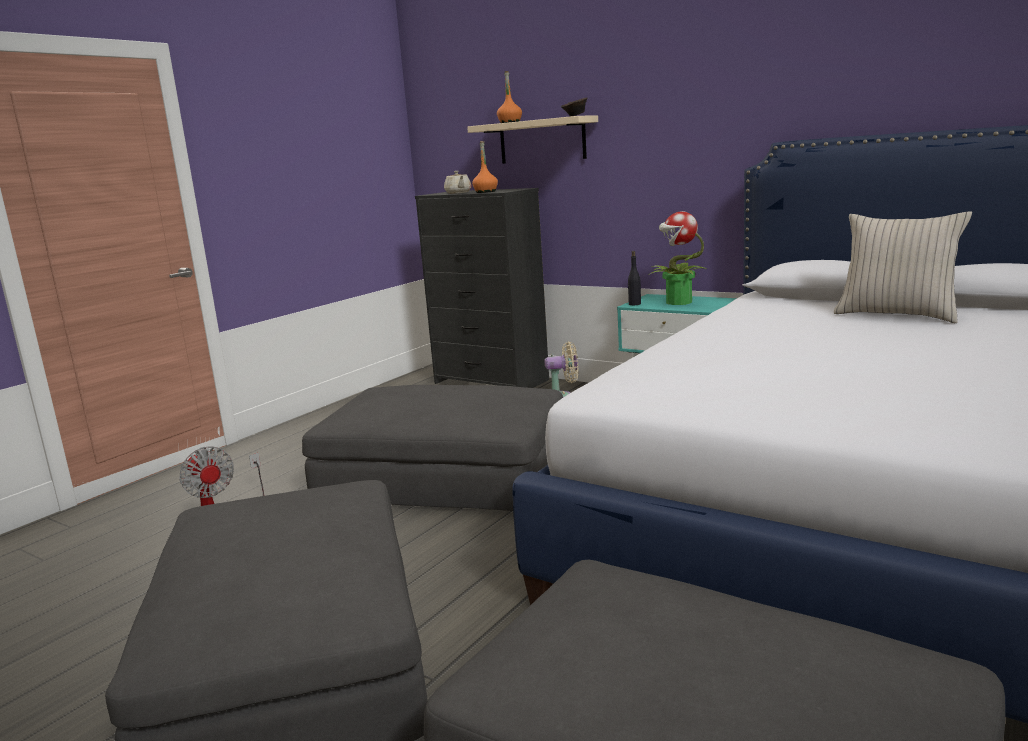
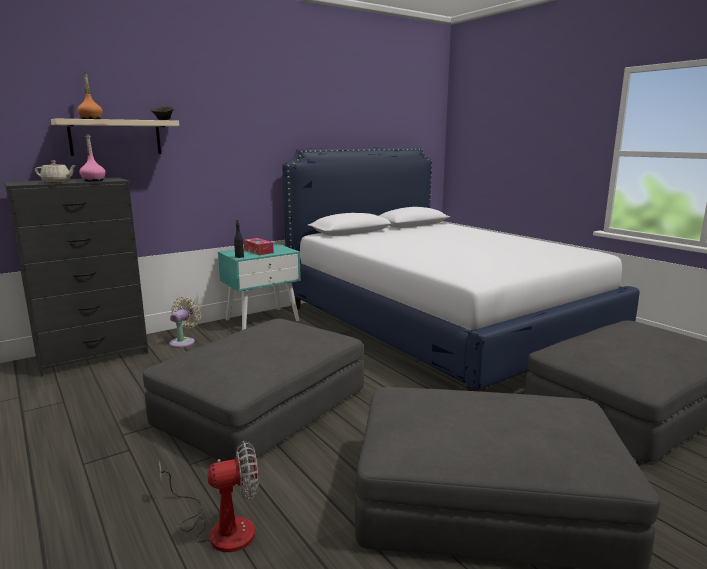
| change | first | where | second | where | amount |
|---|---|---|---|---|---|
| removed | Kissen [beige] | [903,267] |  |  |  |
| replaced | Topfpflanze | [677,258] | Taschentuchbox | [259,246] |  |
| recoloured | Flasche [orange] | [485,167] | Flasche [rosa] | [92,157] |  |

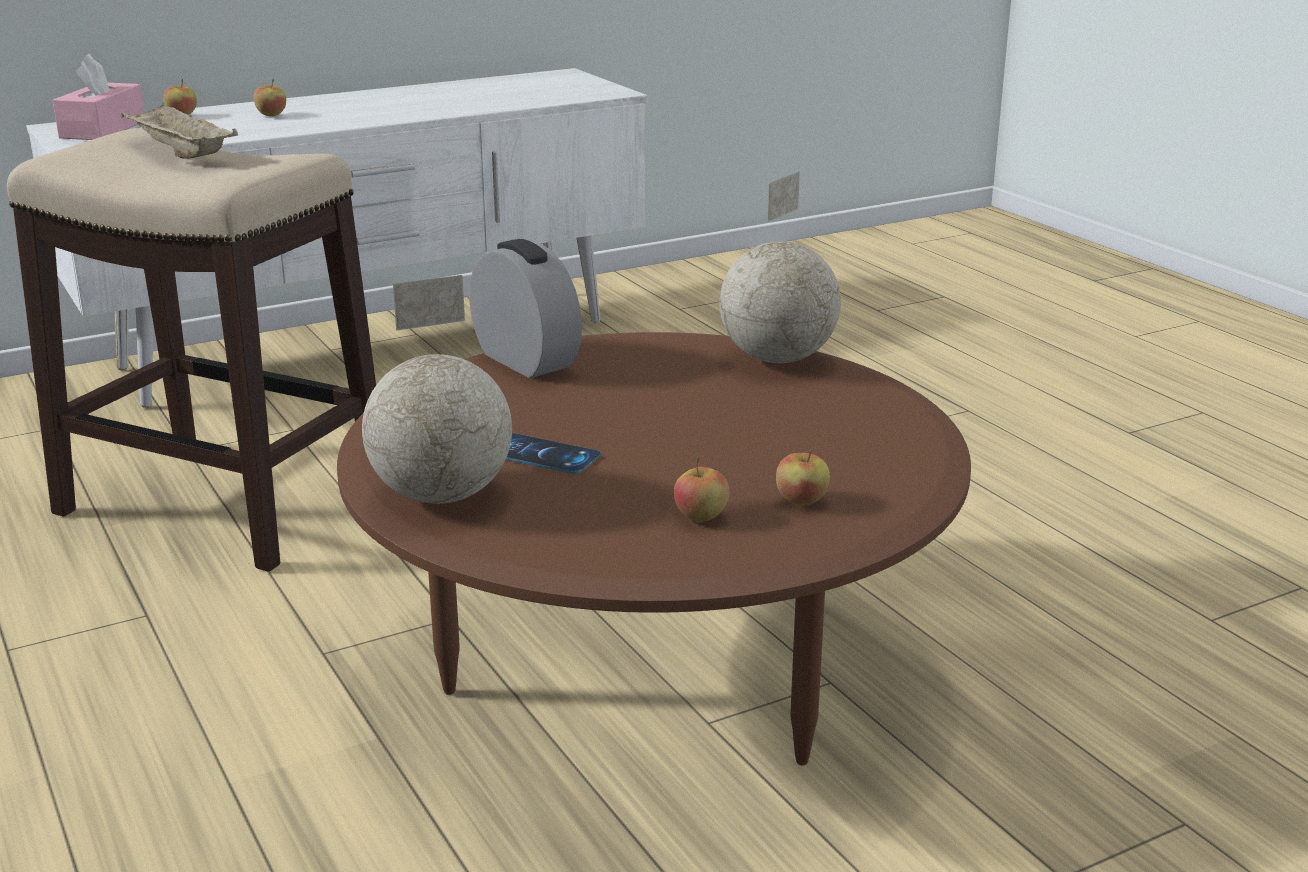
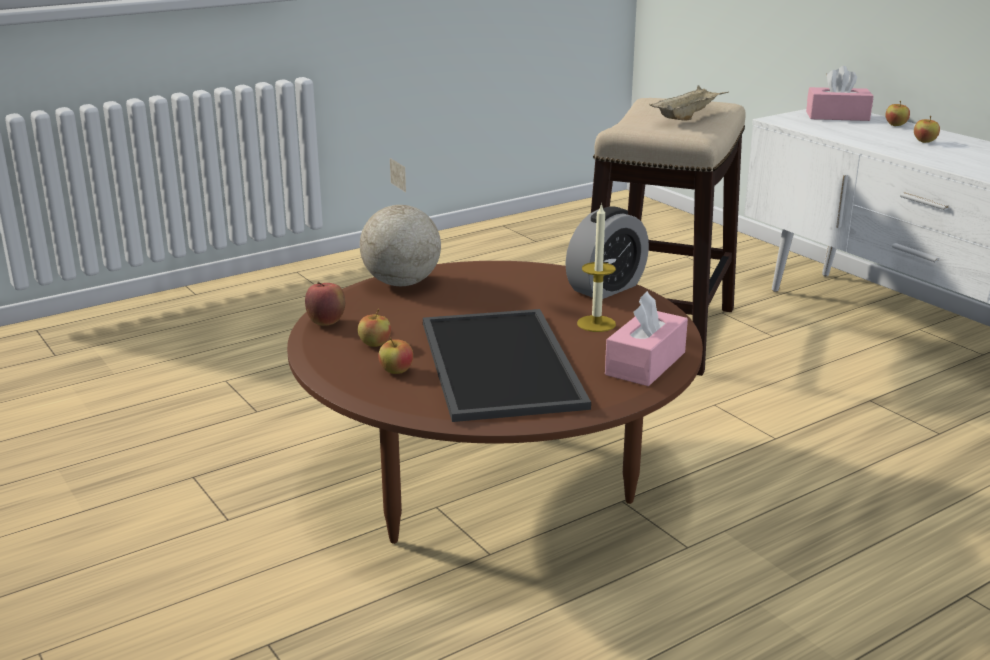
| change | first | where | second | where | amount |
|---|---|---|---|---|---|
| removed | Handy | [553,453] |  |  |  |
| added |  |  | Apfel | [325,303] |  |
| added |  |  | Tablett | [507,365] |  |
| added |  |  | Kerze | [596,267] |  |
| replaced | Globus | [780,267] | Taschentuchbox [rosa] | [646,338] |  |

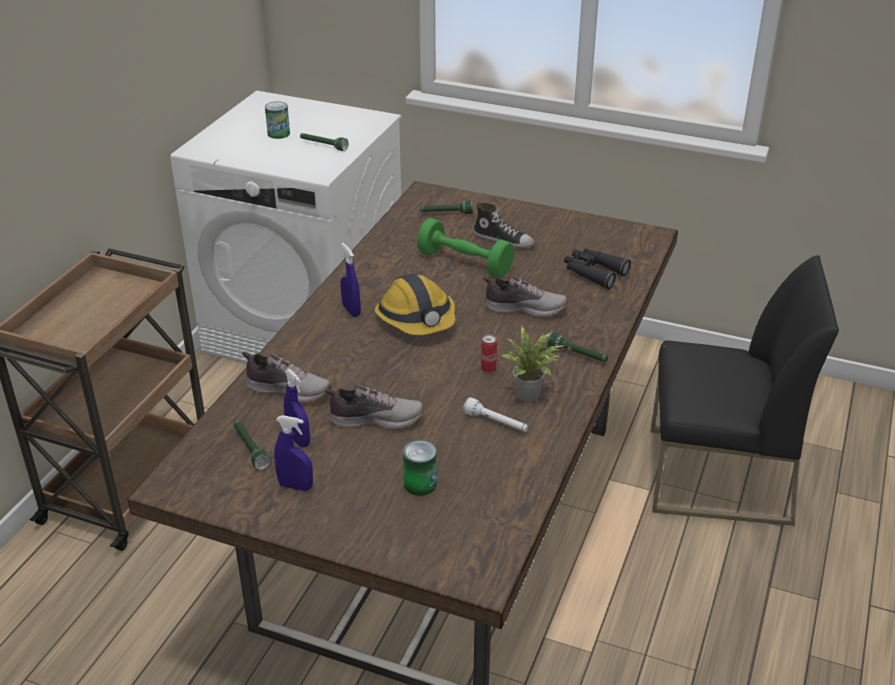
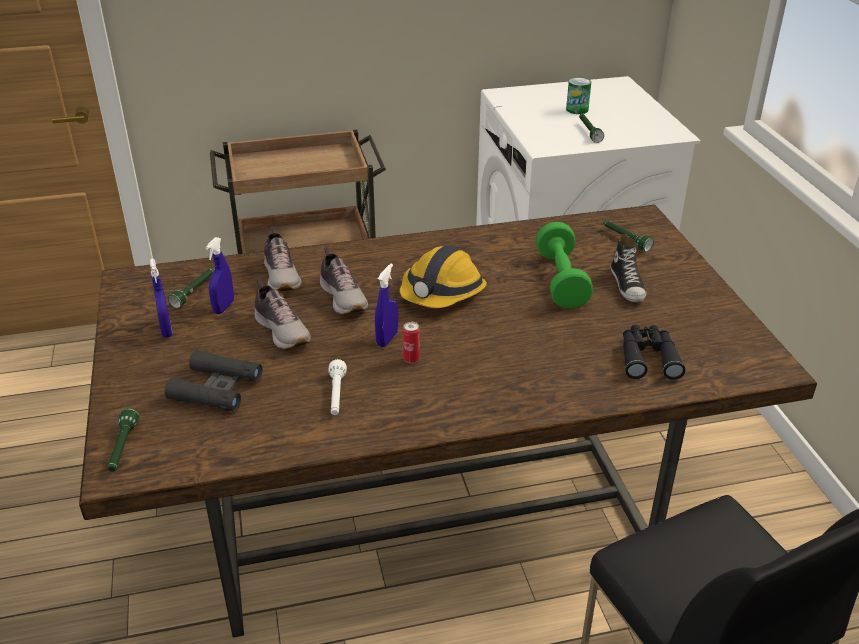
| change | first | where | second | where | amount |
|---|---|---|---|---|---|
| removed | Topfpflanze | [534,364] |  |  |  |
| moved | Sprühflasche [blau] | [351,280] |  | [386,305] |  |
| moved | Schuh | [525,297] |  | [344,280] |  |
| moved | Taschenlampe [grün] | [577,347] |  | [123,440] |  |
| replaced | Dose | [420,468] | Fernglas [schwarz] | [214,381] |  |

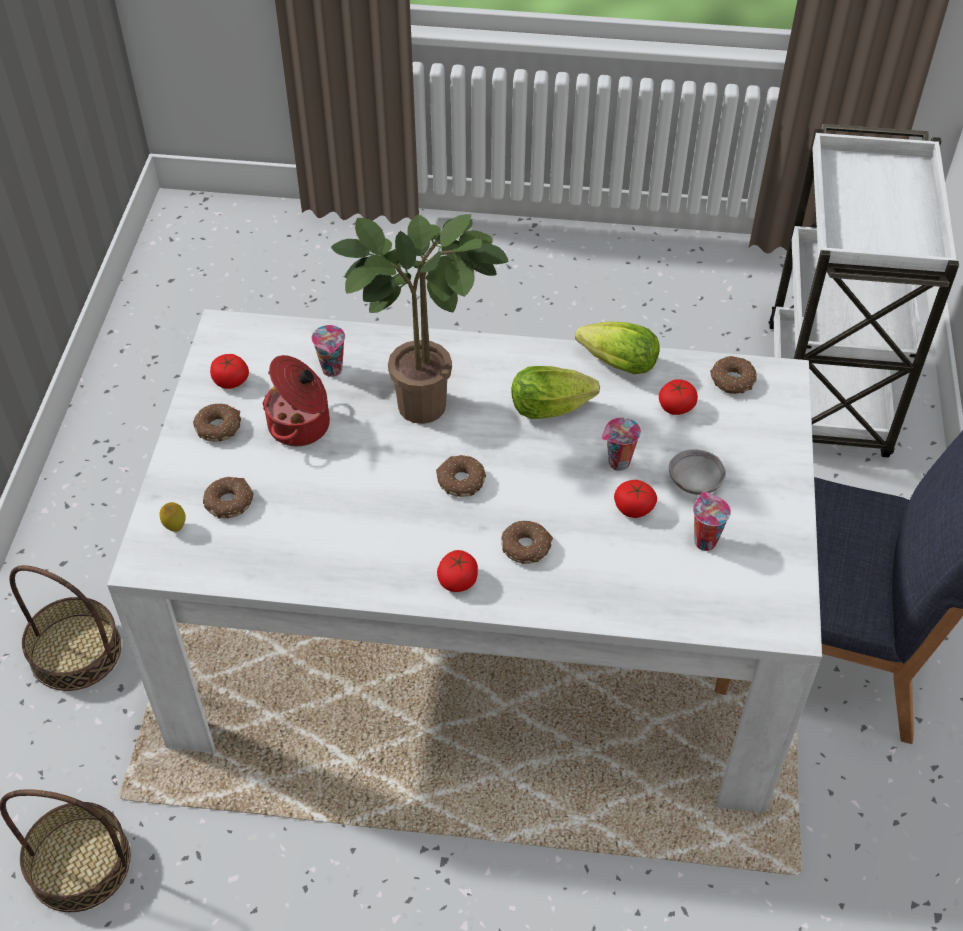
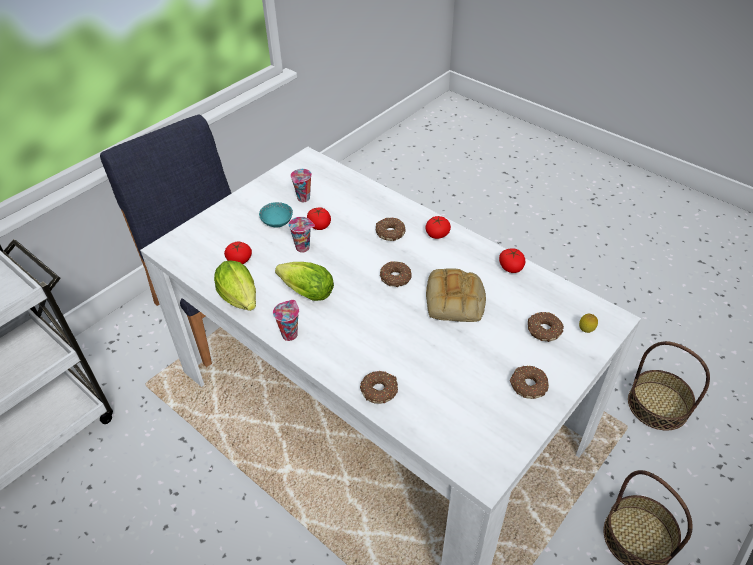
| change | first | where | second | where | amount |
|---|---|---|---|---|---|
| removed | Kochtopf | [296,400] |  |  |  |
| removed | Topfpflanze | [420,319] |  |  |  |
| added |  |  | Brot | [456,295] |  |
| moved | Tomate | [229,371] |  | [512,260] |  |
| moved | Tasse | [328,351] |  | [286,320] |  |
| moved | Donut | [733,375] |  | [379,387] |  |
| recoloured | Schüssel [grau] | [697,472] | Schüssel [türkis] | [276,215] |  |

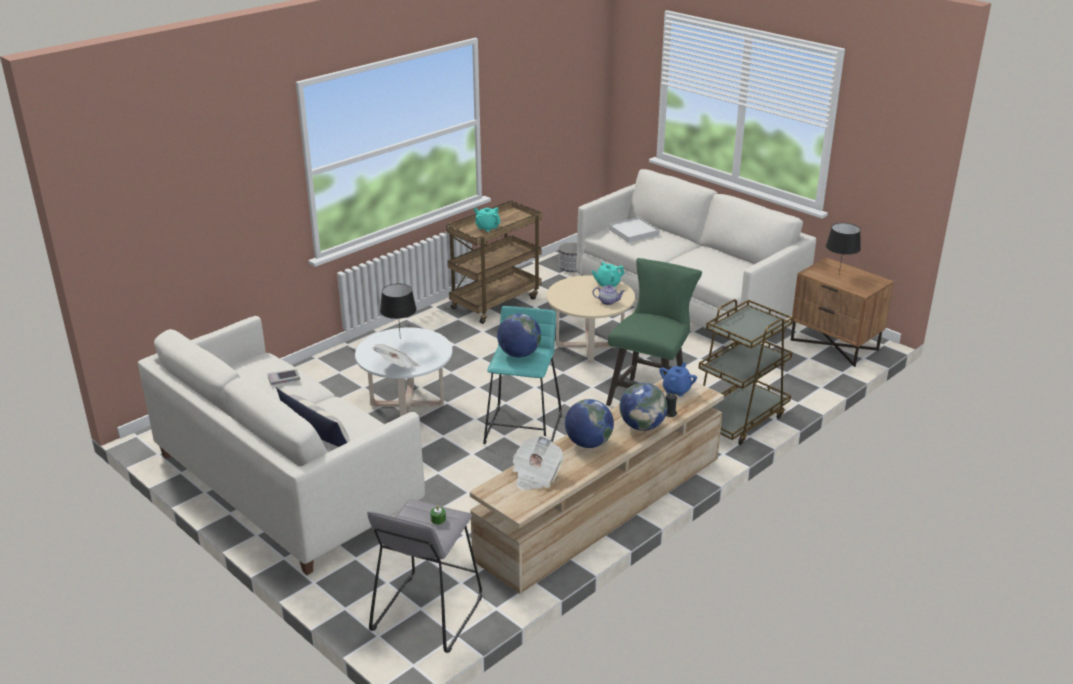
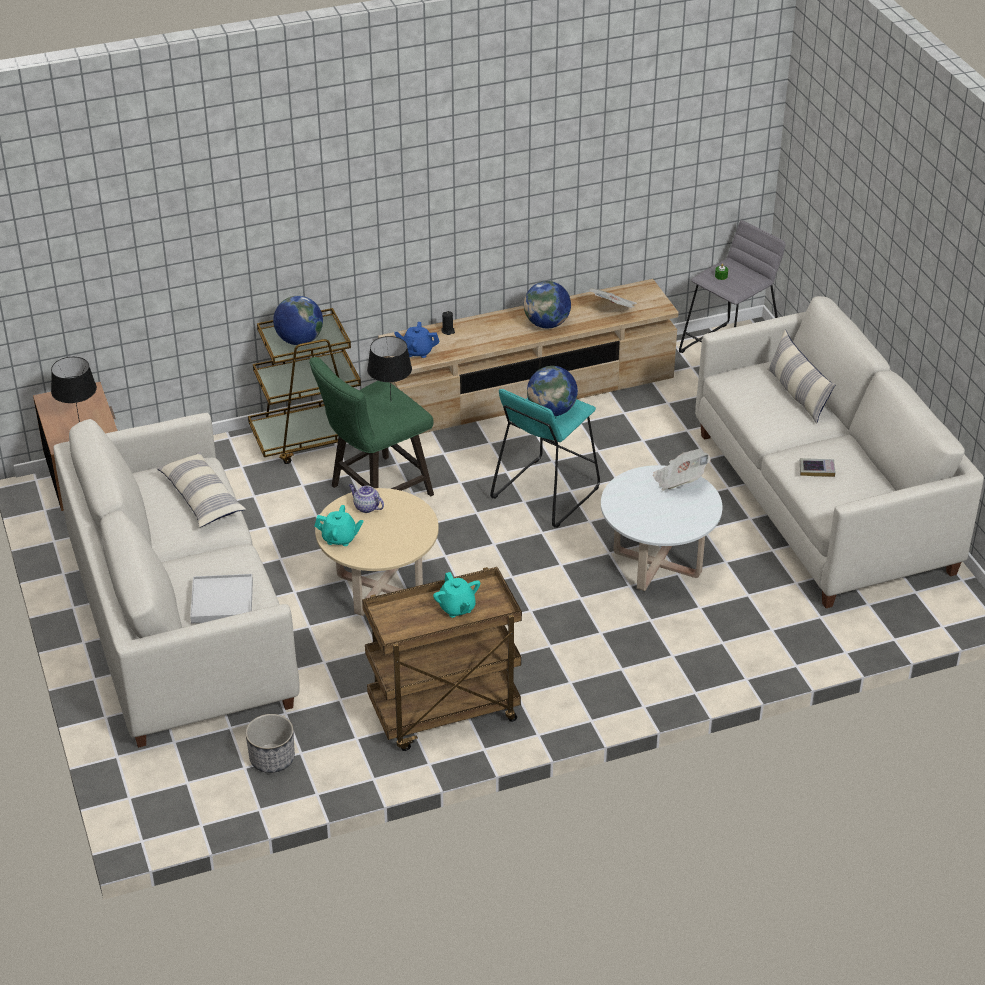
| change | first | where | second | where | amount |
|---|---|---|---|---|---|
| added |  |  | Kissen | [201,489] |  |
| moved | Tischlampe [schwarz] | [398,311] |  | [389,366] |  |
| moved | Globus | [643,407] |  | [298,320] |  |
| turned | Teekanne [blau] | [678,379] |  | [416,340] | 45 degrees clockwise |

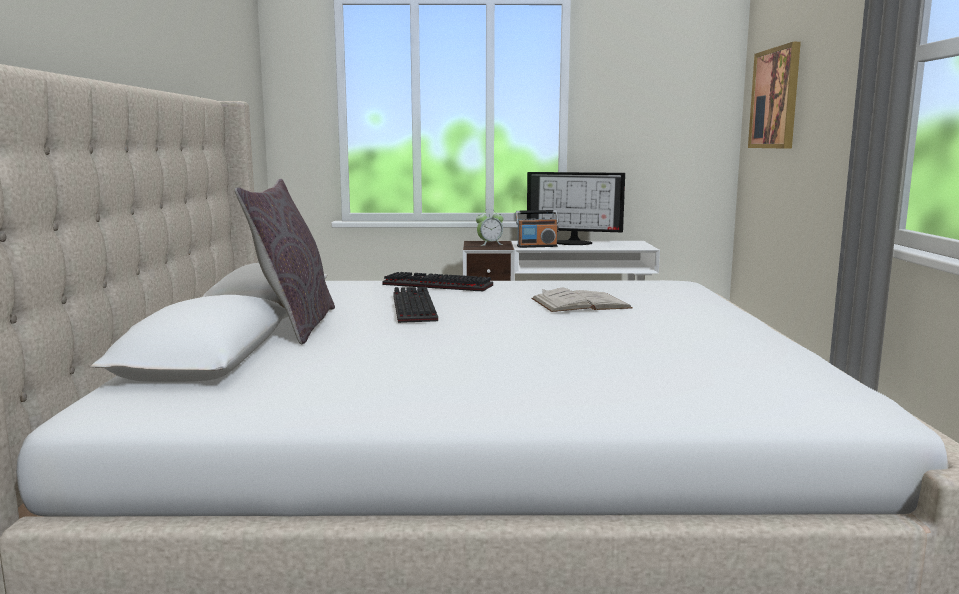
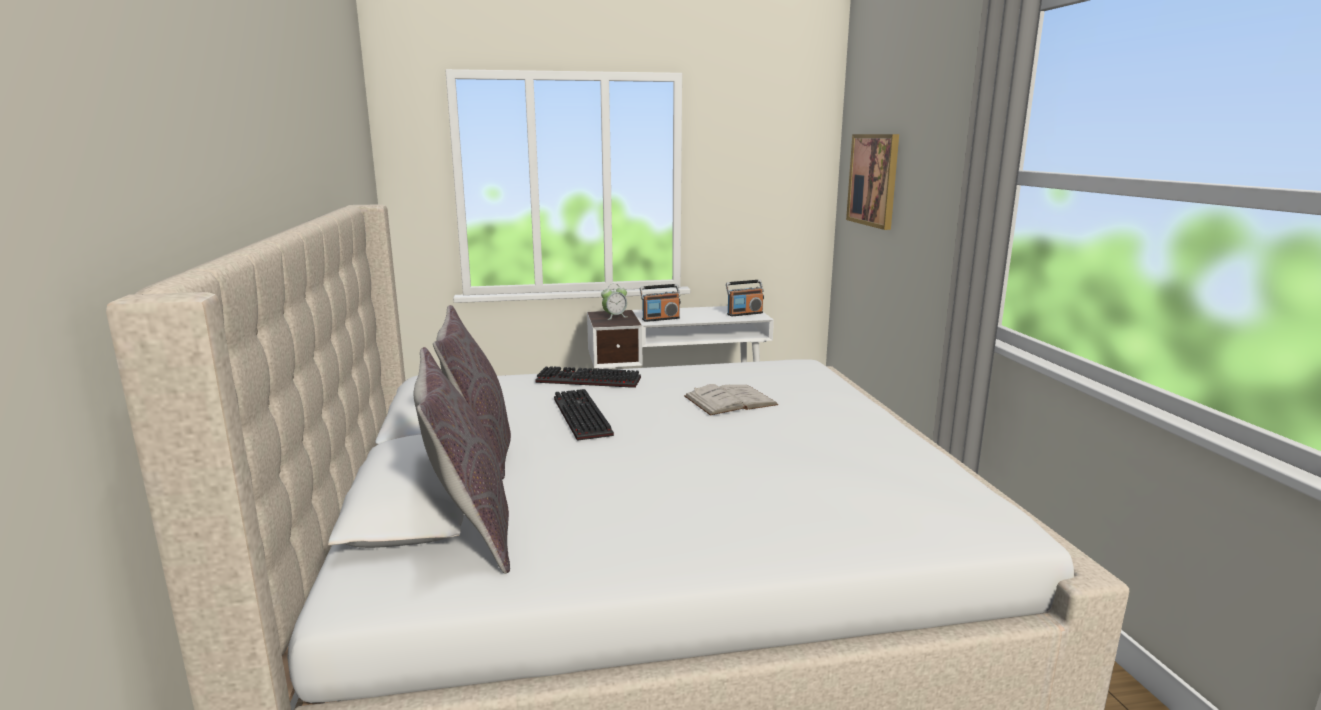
| change | first | where | second | where | amount |
|---|---|---|---|---|---|
| removed | Monitor | [576,208] |  |  |  |
| added |  |  | Kissen [grau] | [462,460] |  |
| added |  |  | Radio | [745,298] |  |

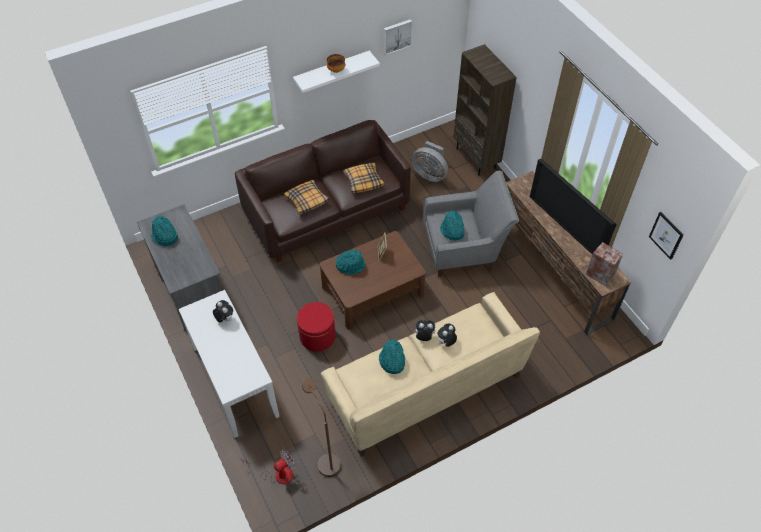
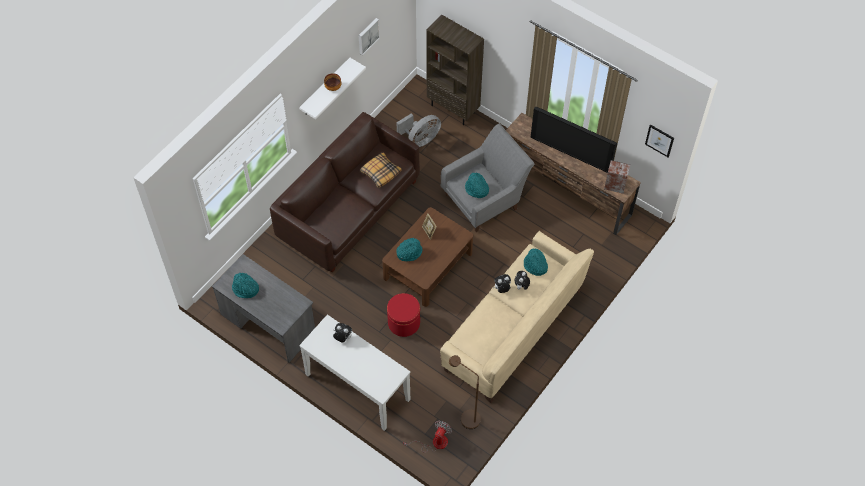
| change | first | where | second | where | amount |
|---|---|---|---|---|---|
| removed | Kissen | [306,197] |  |  |  |
| moved | Hut [türkis] | [392,356] |  | [536,262] |  |
| turned | Ventilator [grau] | [429,161] |  | [419,130] | 45 degrees counterclockwise |

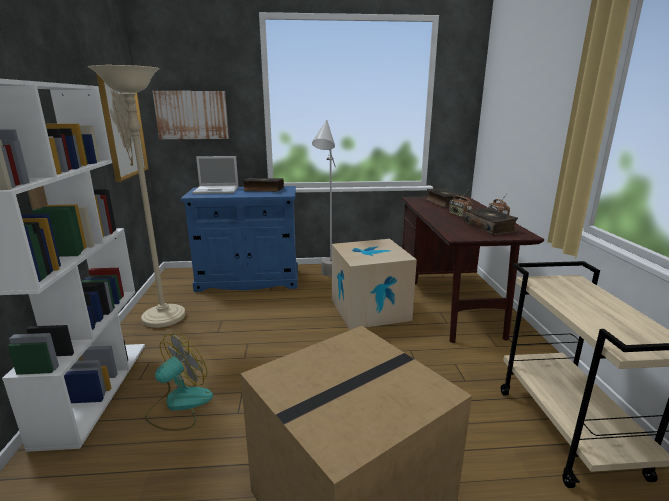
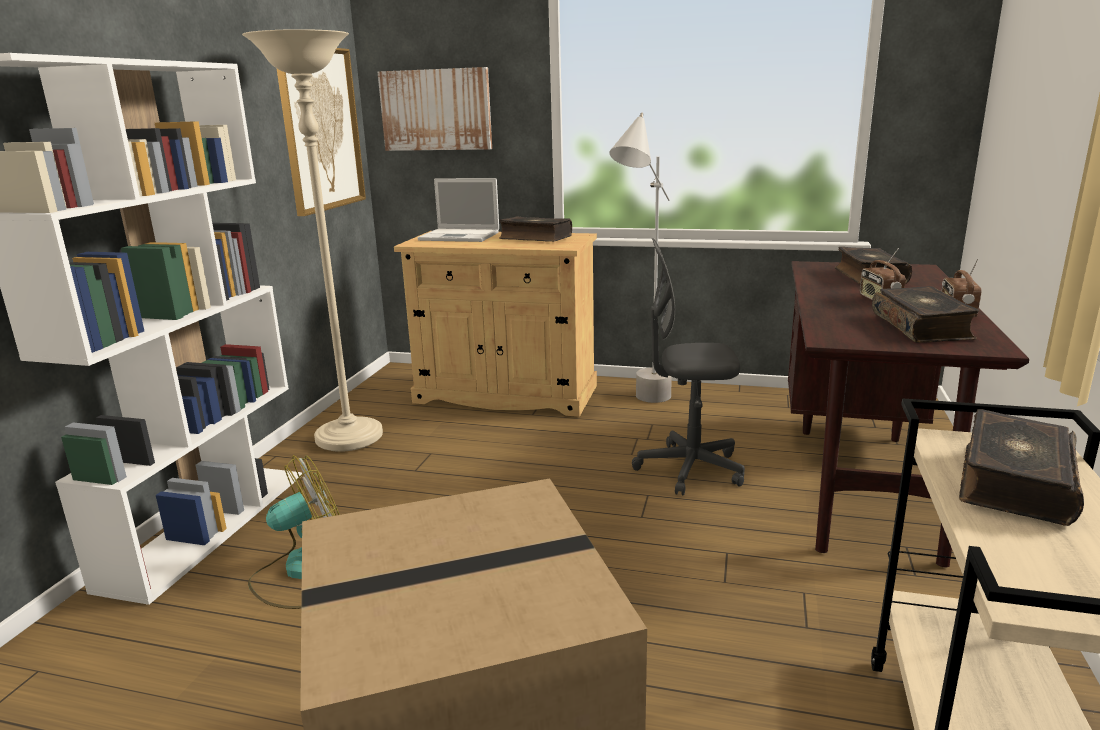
| change | first | where | second | where | amount |
|---|---|---|---|---|---|
| added |  |  | Buch | [1021,467] |  |
| replaced | Karton | [374,284] | Bürostuhl [grau] | [688,367] |  |
| recoloured | Schrank [blau] | [239,239] | Schrank [beige] | [495,324] |  |

